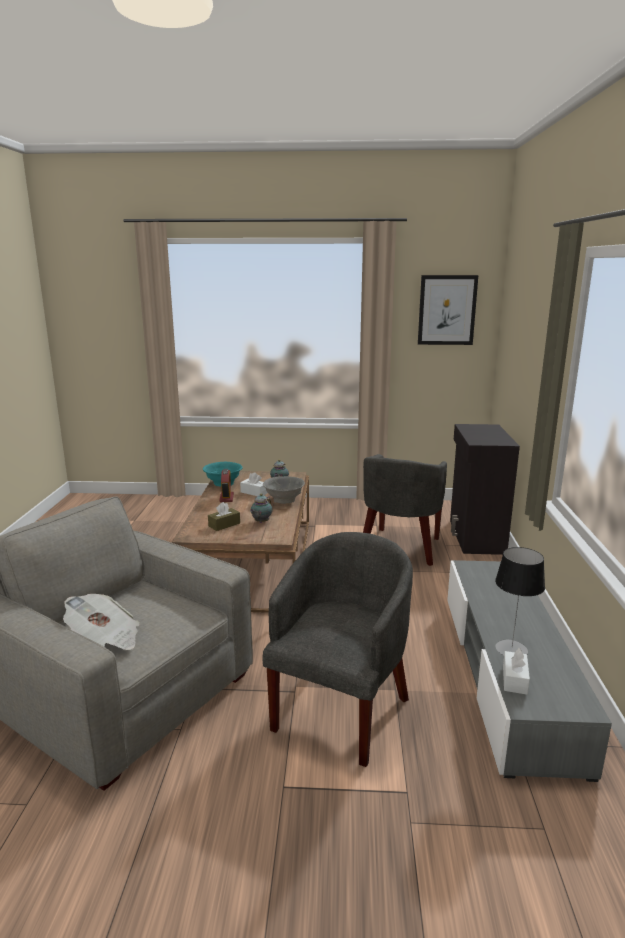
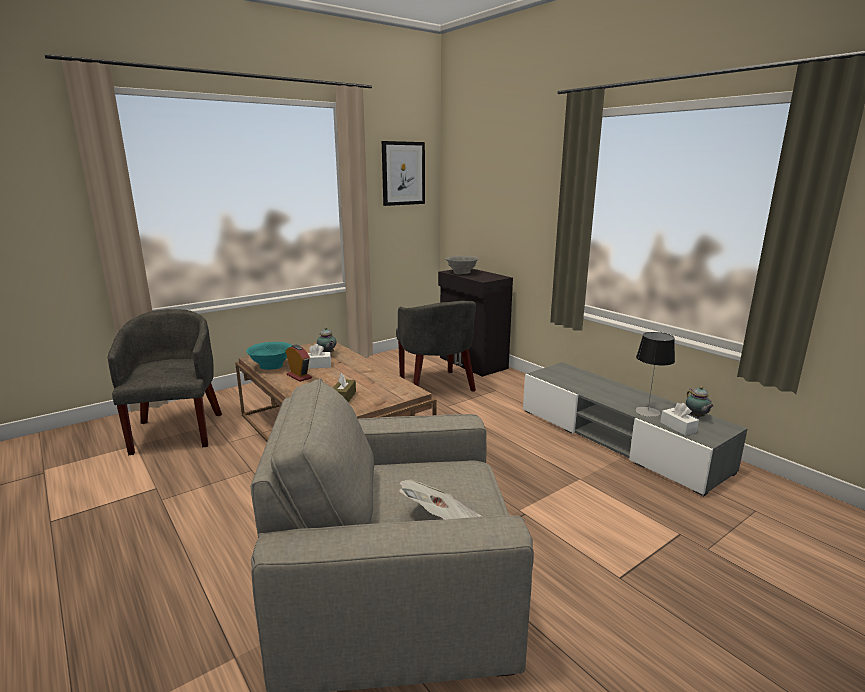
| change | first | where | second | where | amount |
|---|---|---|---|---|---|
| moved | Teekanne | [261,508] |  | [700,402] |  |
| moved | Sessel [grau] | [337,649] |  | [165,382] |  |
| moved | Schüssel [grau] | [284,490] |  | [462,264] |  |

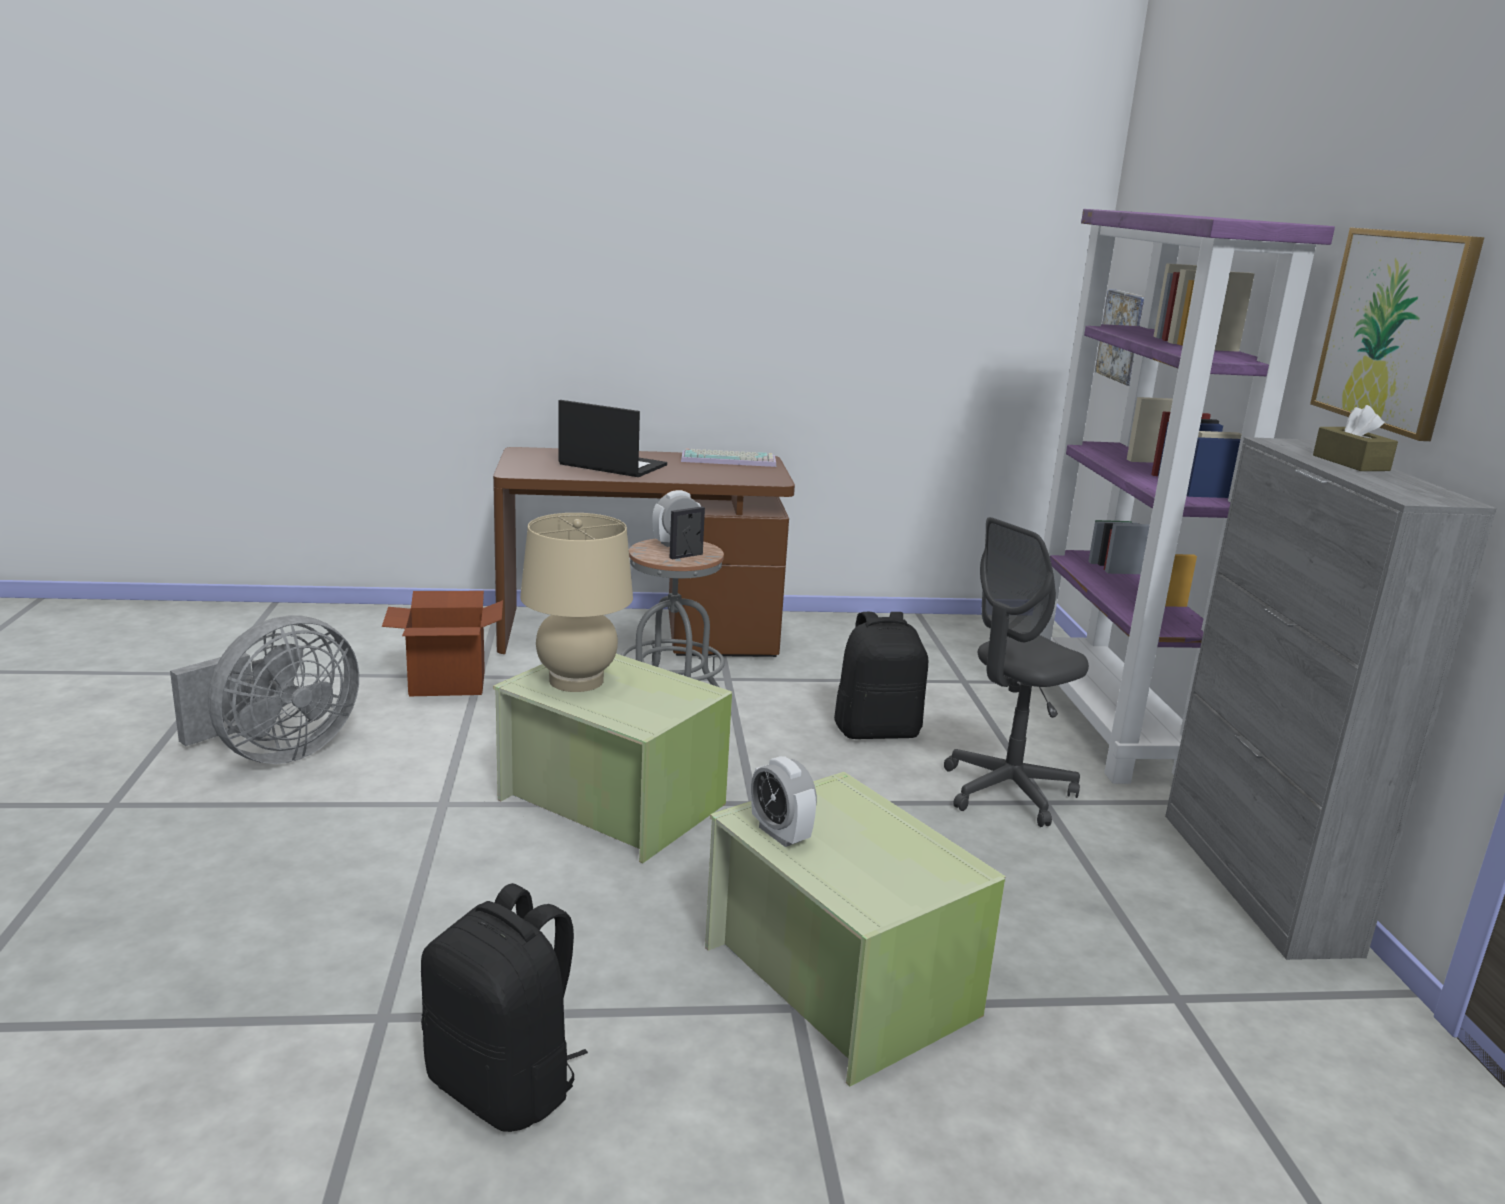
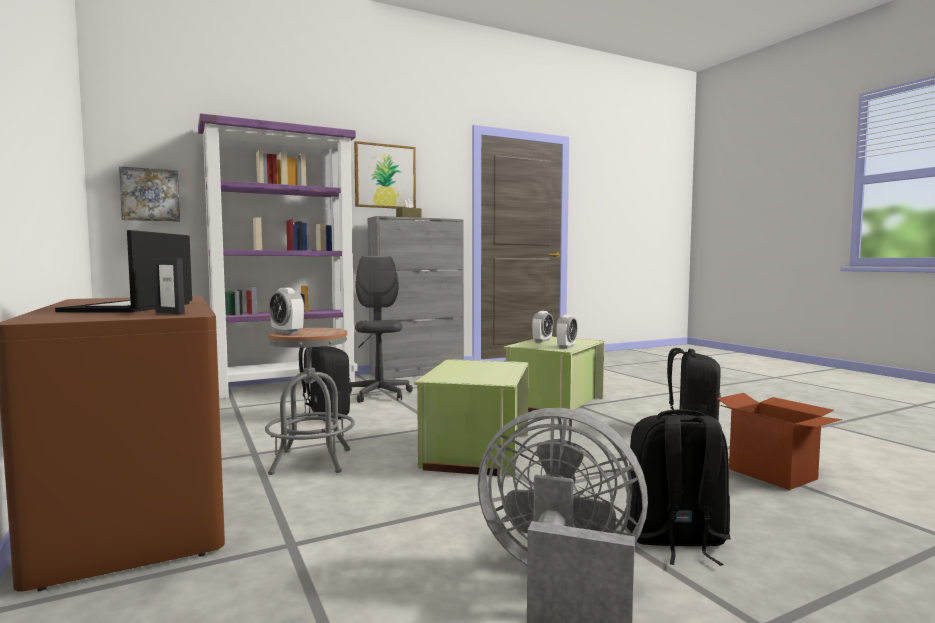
| change | first | where | second | where | amount |
|---|---|---|---|---|---|
| removed | Tischlampe [beige] | [576,602] |  |  |  |
| removed | Tastatur | [728,458] |  |  |  |
| added |  |  | Wecker | [543,326] |  |
| added |  |  | Rucksack [schwarz] | [678,487] |  |
| moved | Karton | [442,643] |  | [779,441] |  |
| moved | Bilderrahmen | [687,533] |  | [169,286] |  |
| turned | Bürostuhl [grau] | [1016,672] |  | [381,329] | 135 degrees counterclockwise |

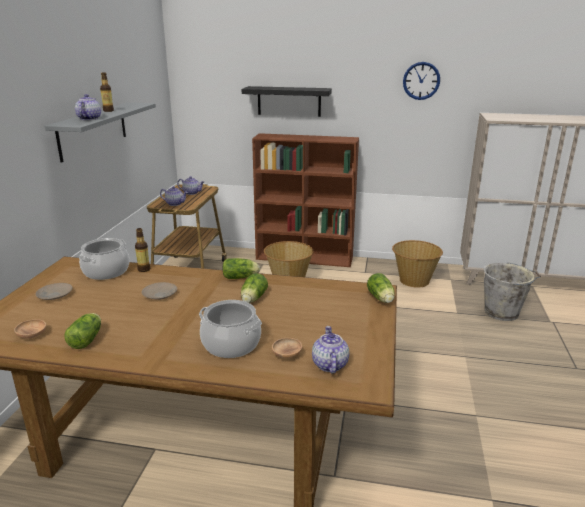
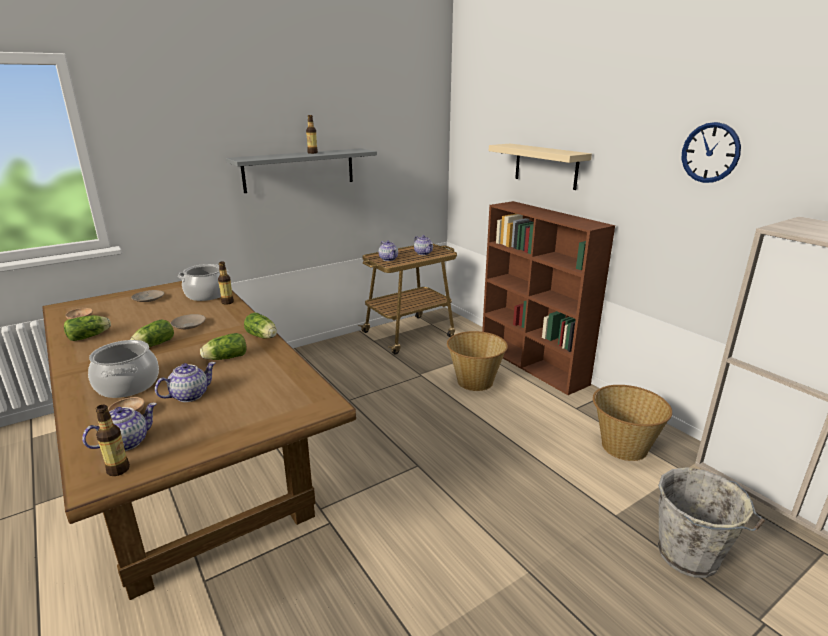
| change | first | where | second | where | amount |
|---|---|---|---|---|---|
| added |  |  | Flasche | [113,440] |  |
| moved | Teekanne | [88,107] |  | [185,382] |  |
| moved | Salatkopf | [381,288] |  | [152,333] |  |
| recoloured | Wandregal [schwarz] | [287,101] | Wandregal [beige] | [540,167] |  |

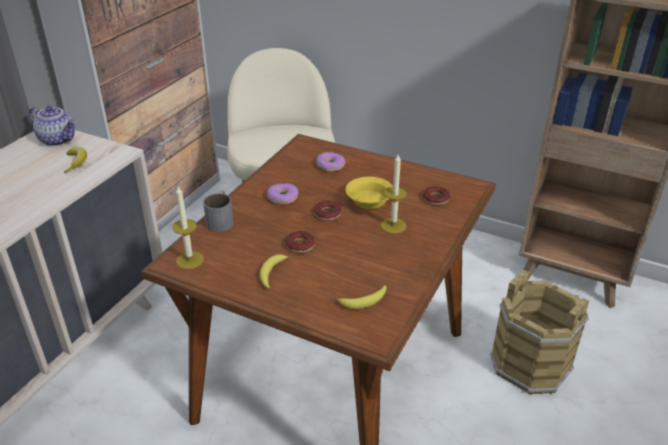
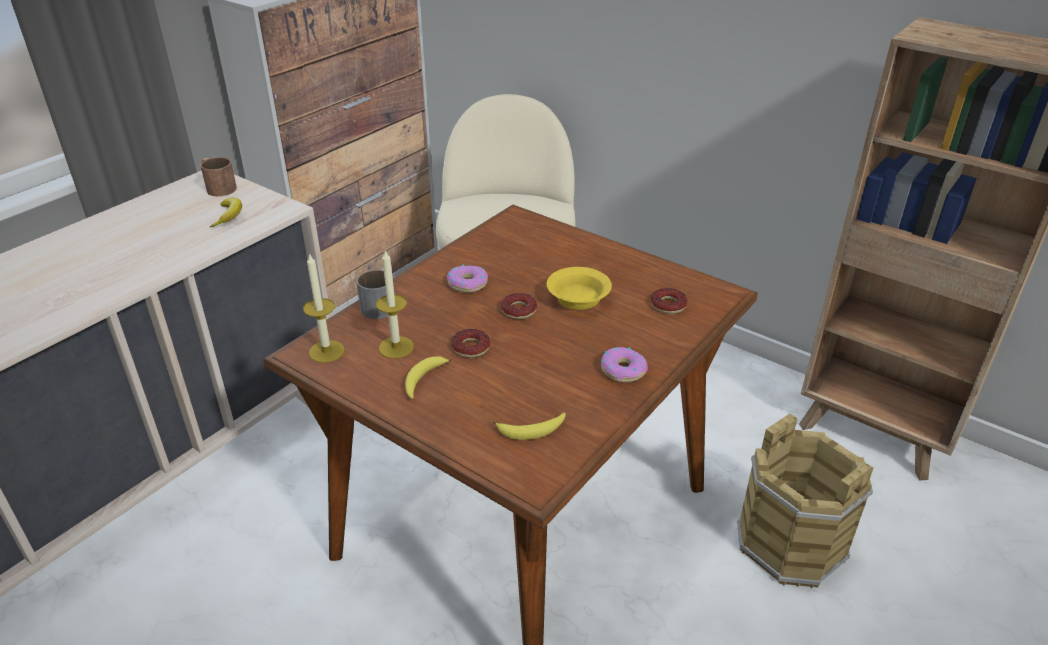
| change | first | where | second | where | amount |
|---|---|---|---|---|---|
| moved | Donut | [331,162] |  | [624,364] |  |
| moved | Kerze | [394,194] |  | [395,304] |  |
| replaced | Teekanne | [52,126] | Henkelbecher [braun] | [218,176] |  |

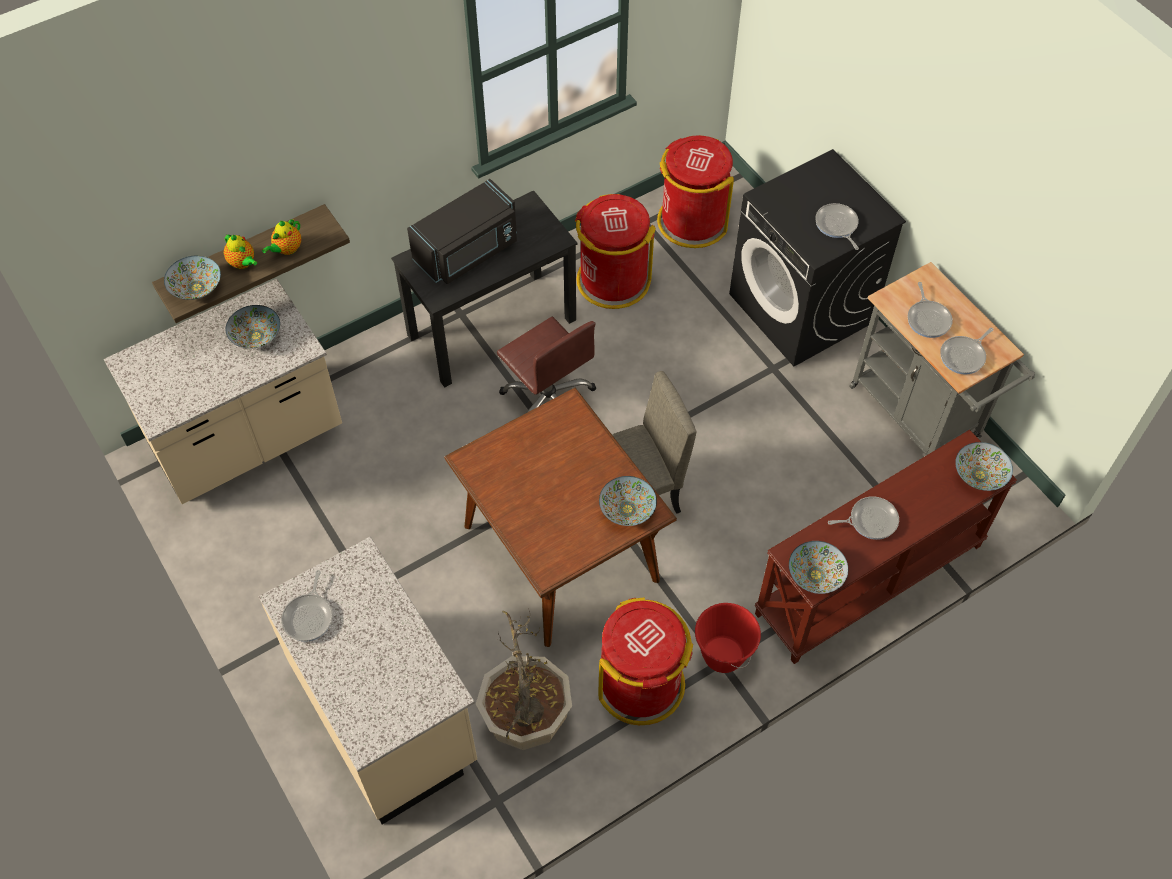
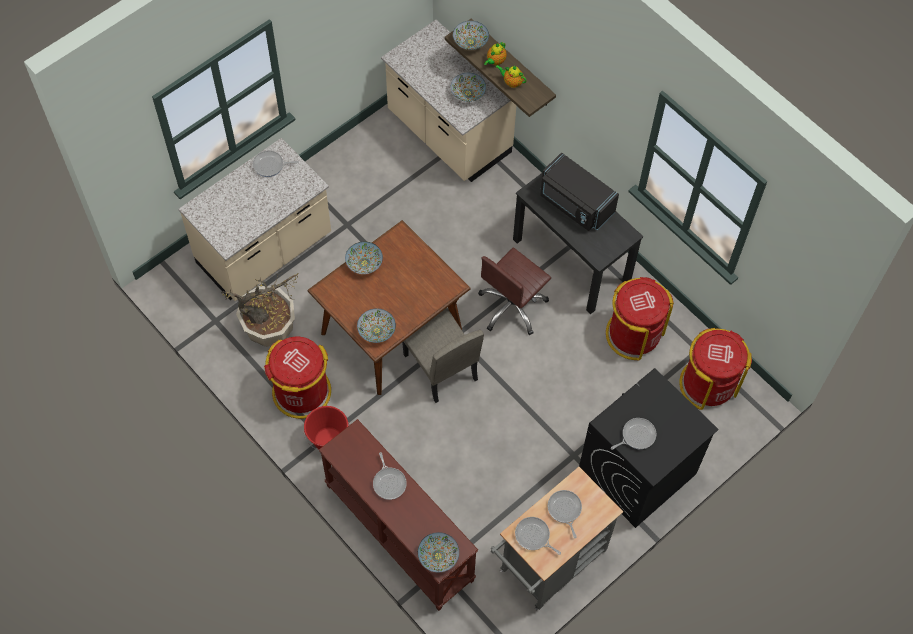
| change | first | where | second | where | amount |
|---|---|---|---|---|---|
| moved | Schüssel | [818,567] |  | [364,258] |  |
| turned | Pfanne | [930,310] |  | [565,514] | 90 degrees clockwise |

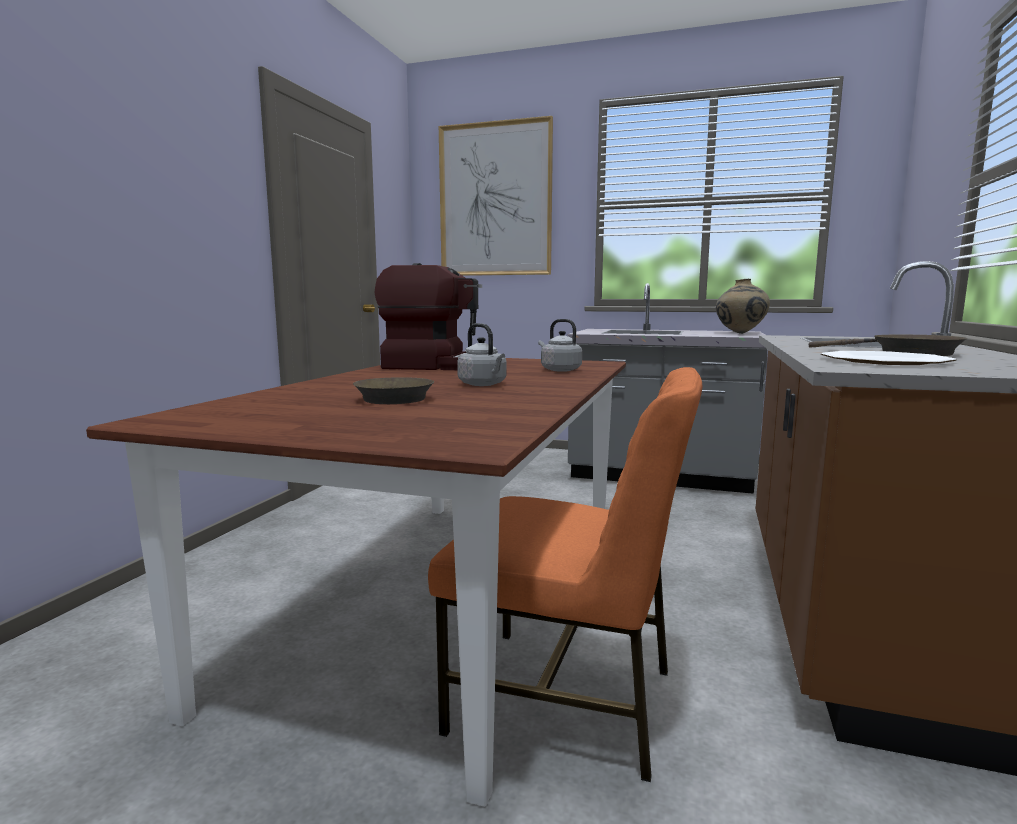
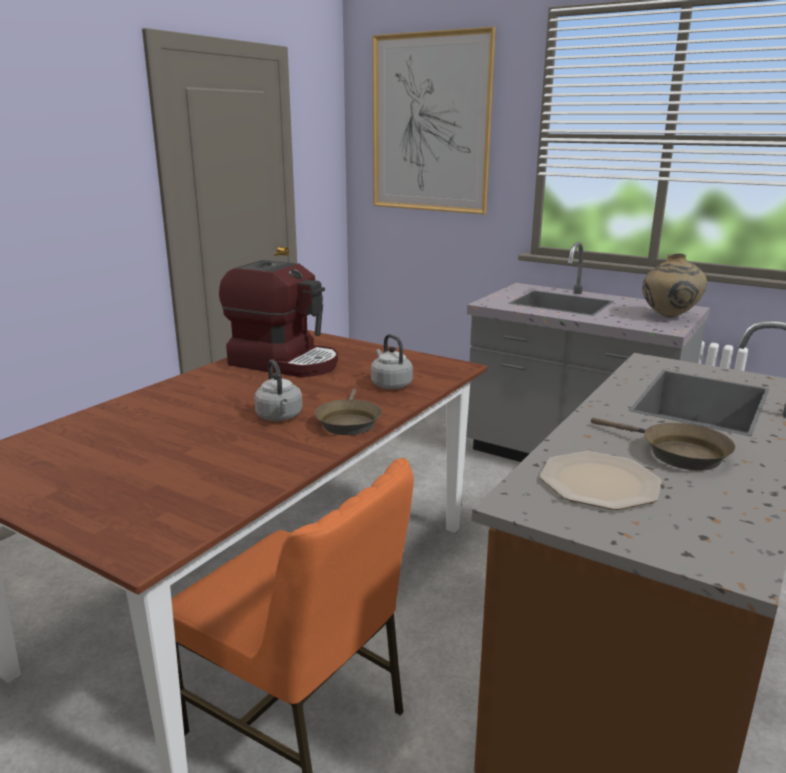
| change | first | where | second | where | amount |
|---|---|---|---|---|---|
| moved | Pfanne [braun] | [393,390] |  | [348,412] |  |

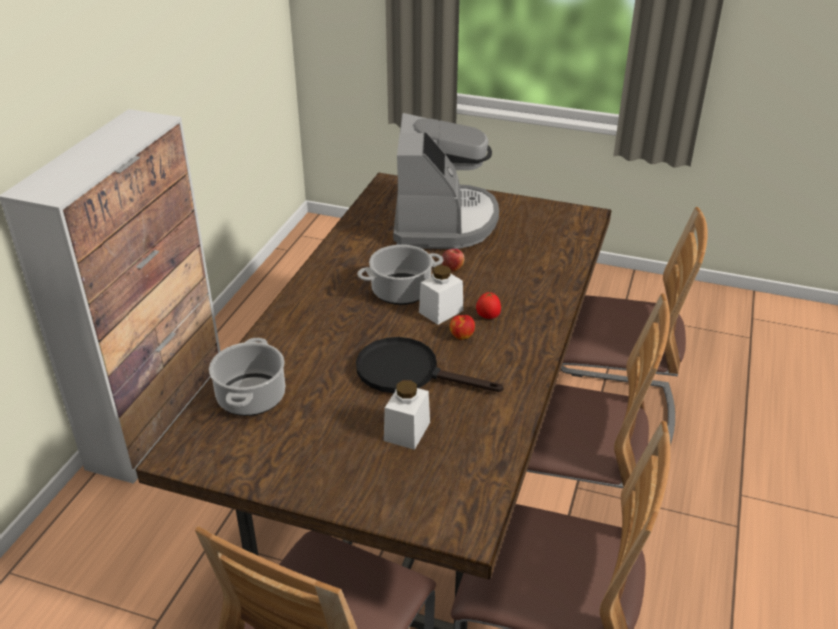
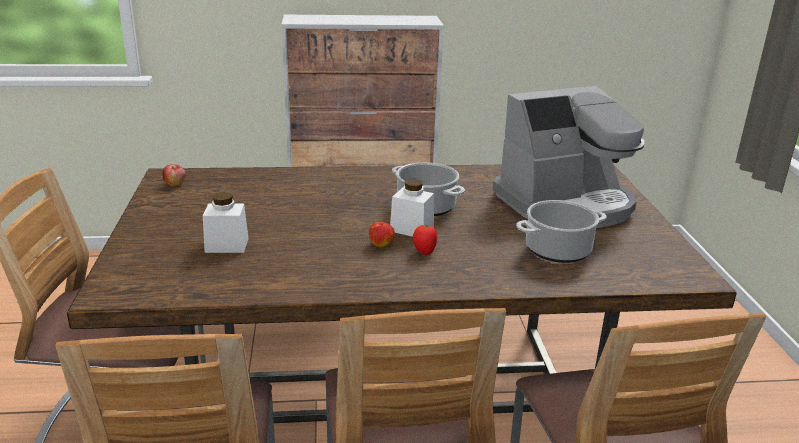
| change | first | where | second | where | amount |
|---|---|---|---|---|---|
| removed | Pfanne [schwarz] | [430,365] |  |  |  |
| moved | Kochtopf | [247,377] |  | [561,231] |  |
| moved | Apfel | [453,260] |  | [174,175] |  |

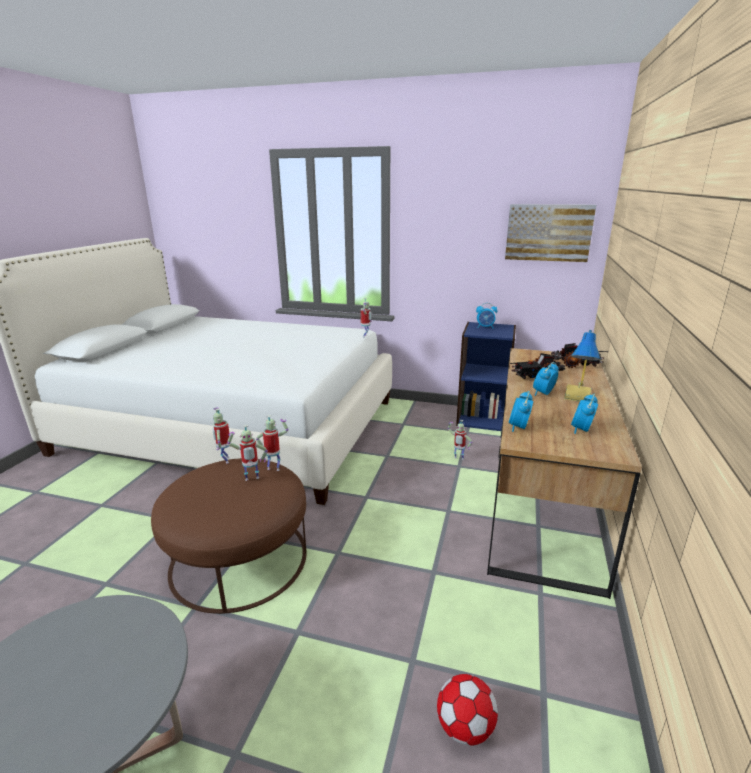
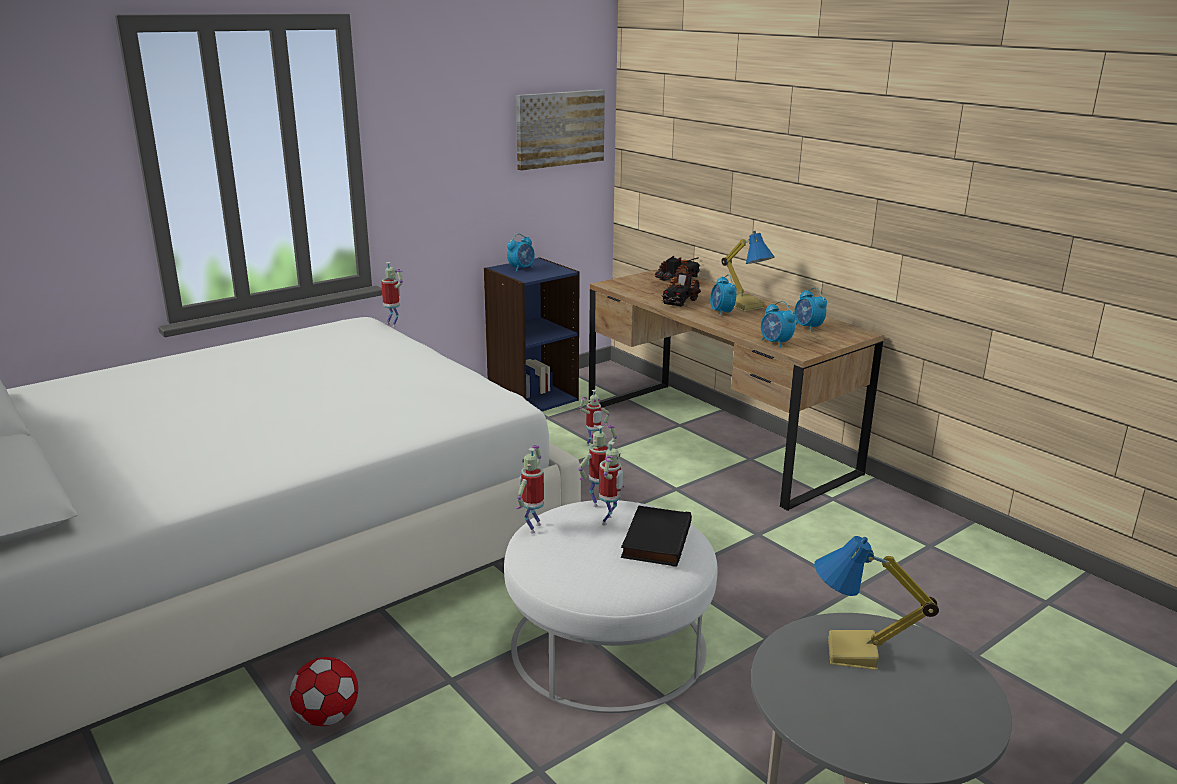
| change | first | where | second | where | amount |
|---|---|---|---|---|---|
| added |  |  | Buch [schwarz] | [656,536] |  |
| added |  |  | Tischlampe | [876,603] |  |
| moved | Fußball | [467,710] |  | [324,691] |  |
| recoloured | Polsterhocker [braun] | [229,536] | Polsterhocker [weiß] | [611,606] |  |
| turned | Spielzeugroboter | [220,435] |  | [530,489] | 90 degrees clockwise |

